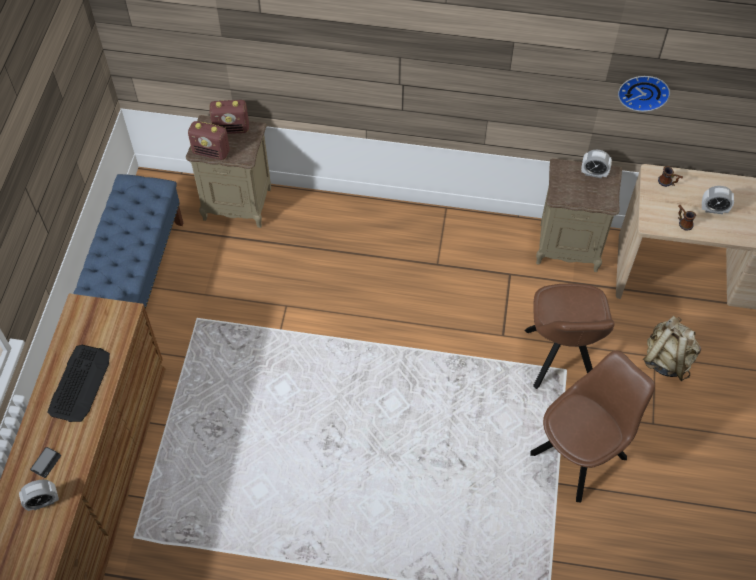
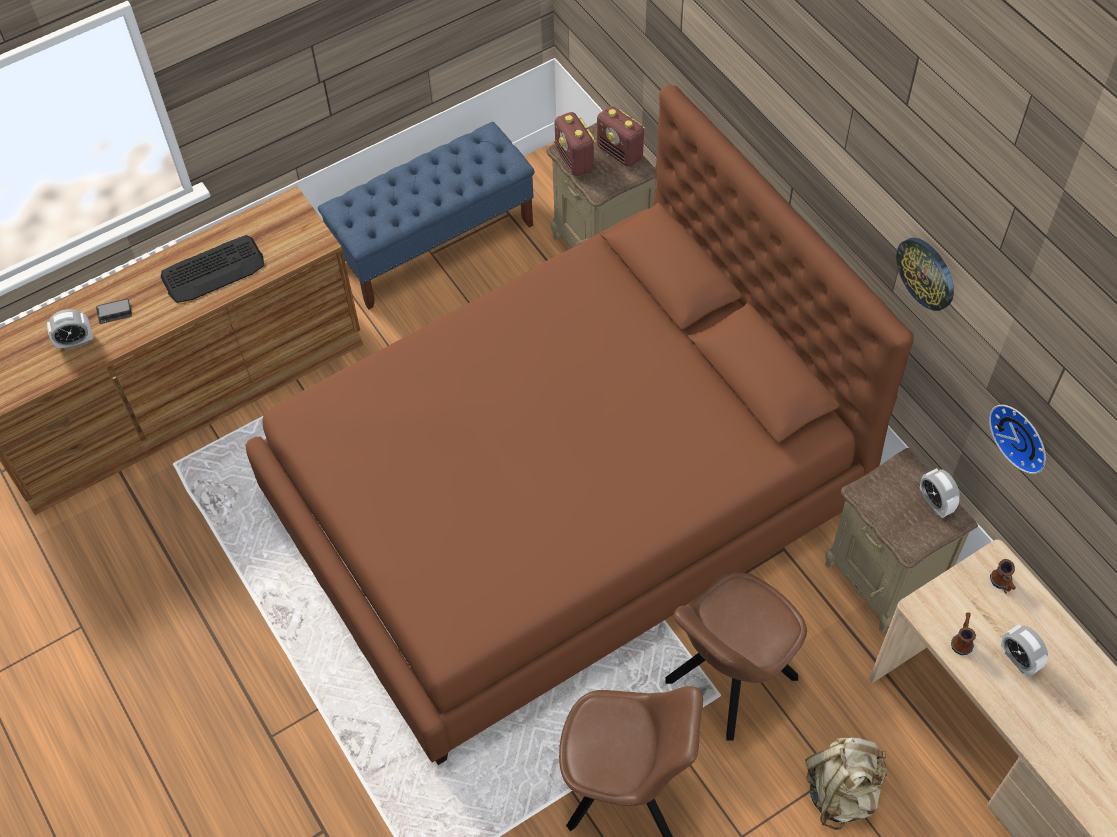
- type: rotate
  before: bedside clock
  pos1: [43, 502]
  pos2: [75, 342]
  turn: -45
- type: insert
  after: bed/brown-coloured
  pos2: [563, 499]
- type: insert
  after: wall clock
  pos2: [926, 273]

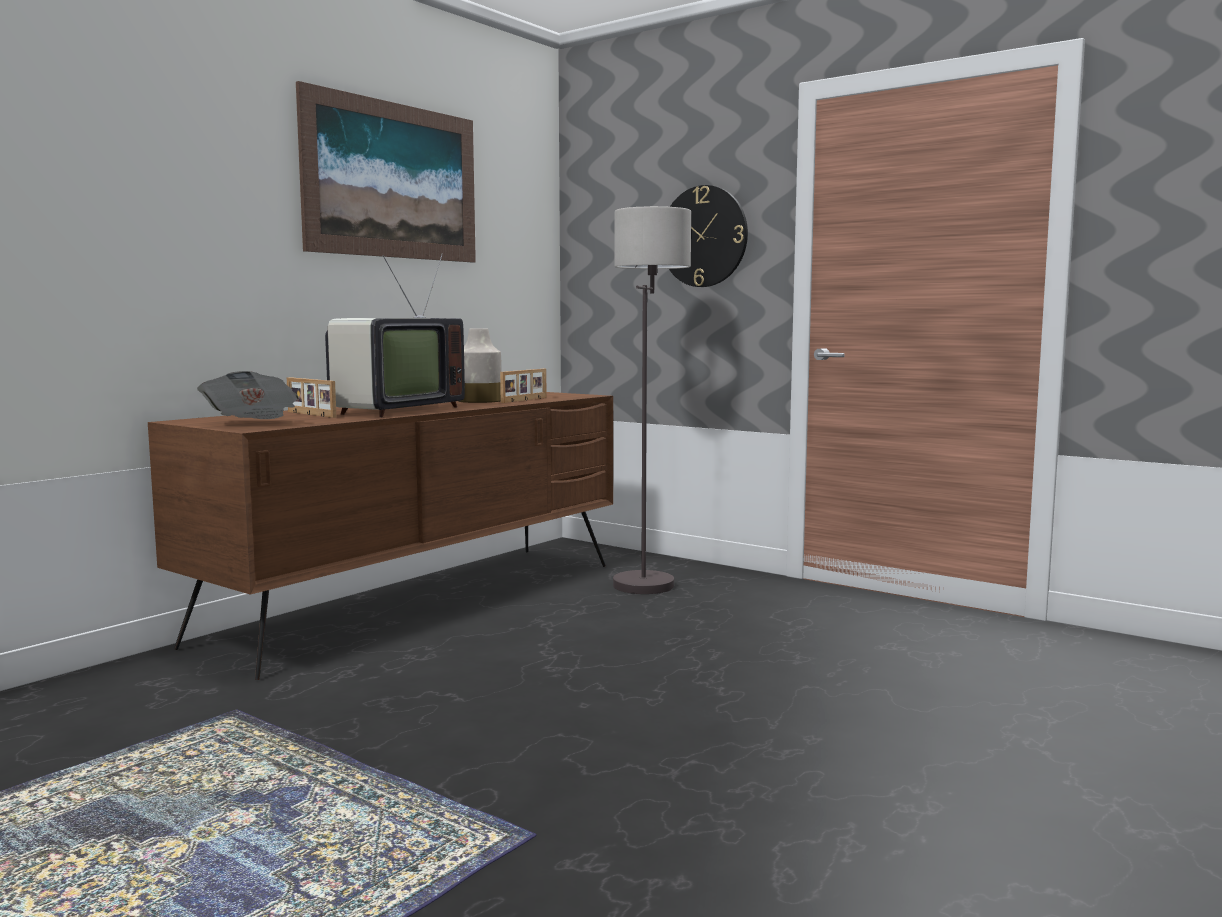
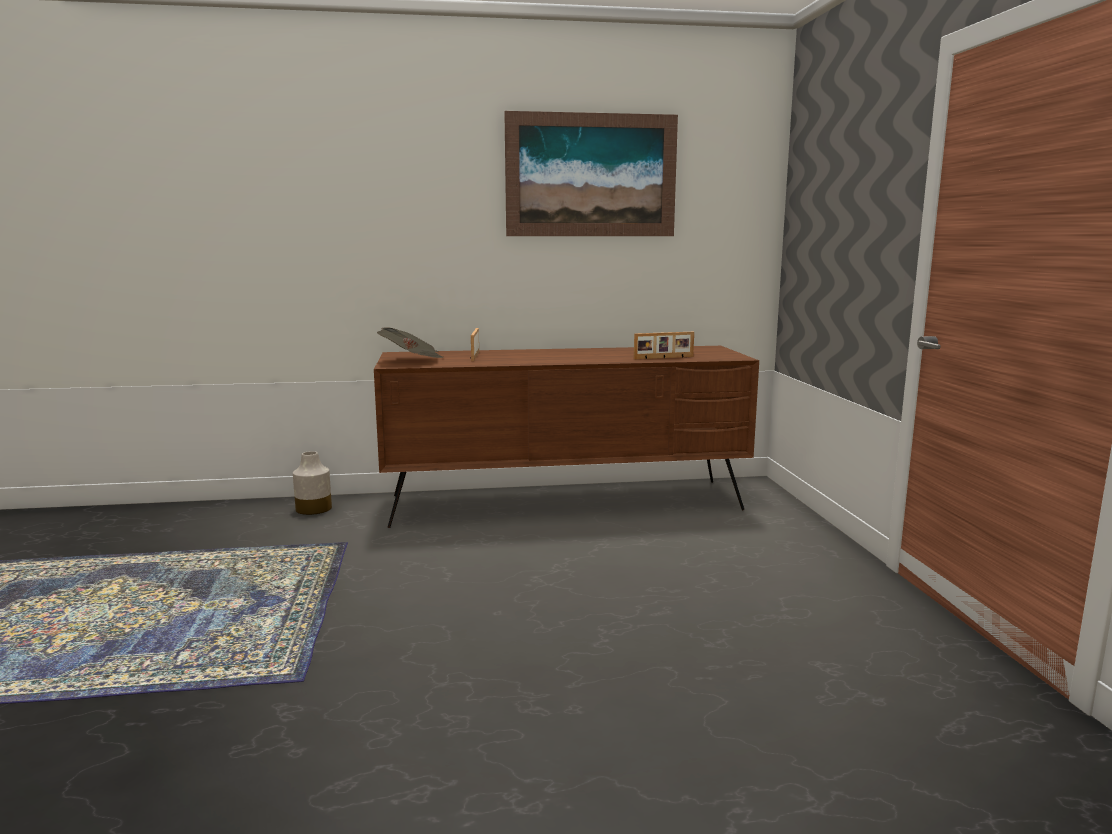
- type: move
  before: decorative vase/beige
  pos1: [480, 401]
  pos2: [313, 508]
- type: delete
  before: TV set
  pos1: [394, 410]
- type: delete
  before: floor lamp/greyish
  pos1: [648, 581]
- type: delete
  before: wall clock
  pos1: [704, 236]

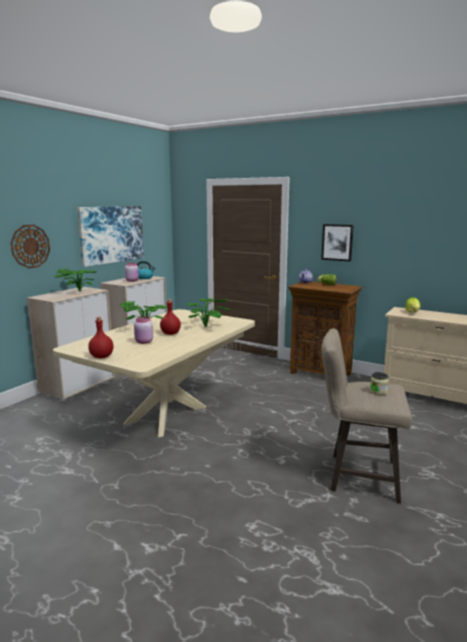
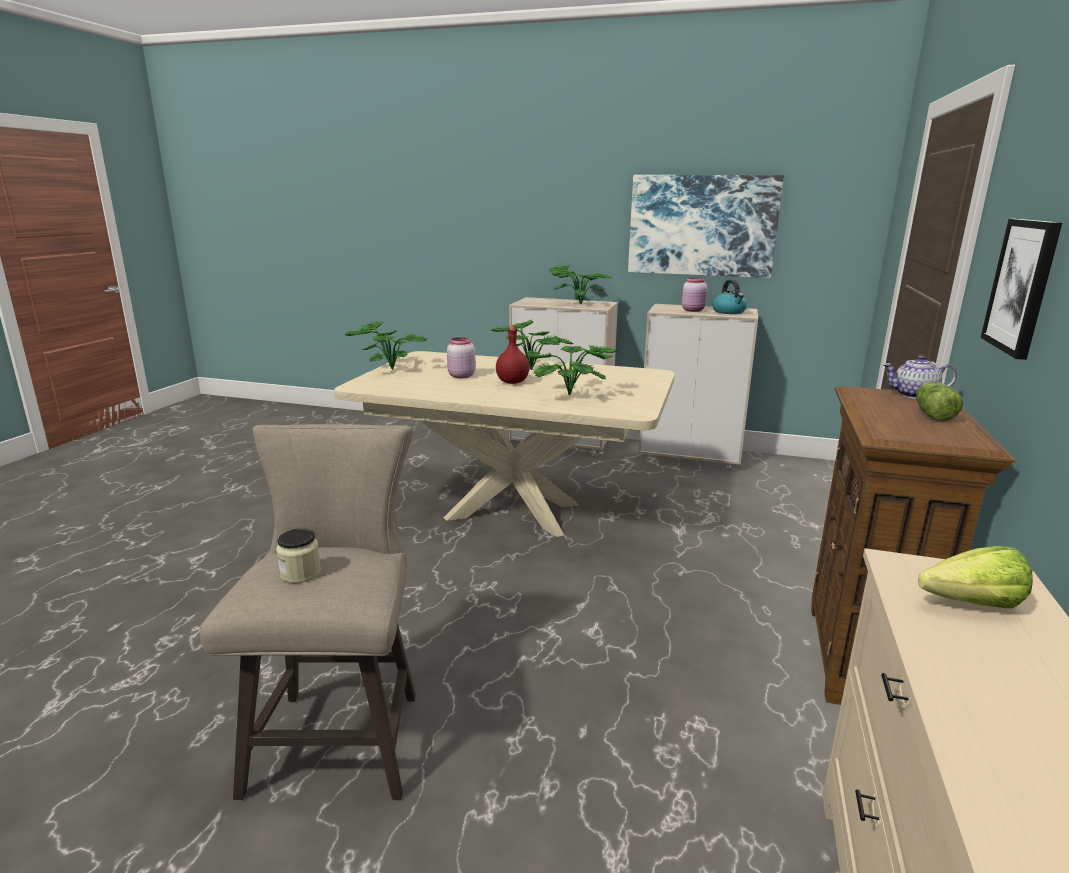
- type: replace
  before: drink bottle/red-coloured
  after: houseplant
  pos1: [101, 357]
  pos2: [390, 369]
- type: delete
  before: wall clock
  pos1: [30, 246]

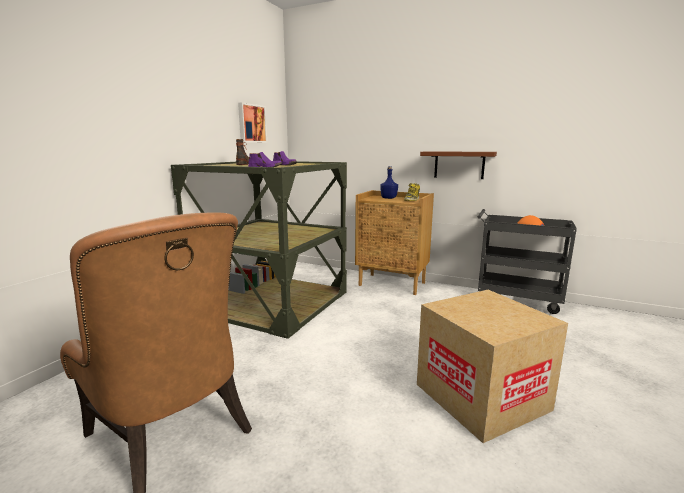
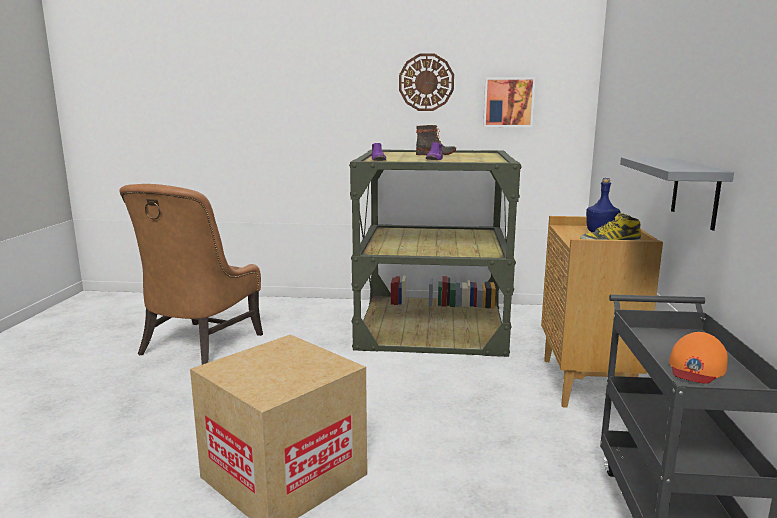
- type: insert
  after: wall clock
  pos2: [426, 82]
- type: recolor
  before: wall shelf/brown-coloured
  after: wall shelf/greyish
  pos1: [459, 165]
  pos2: [695, 192]

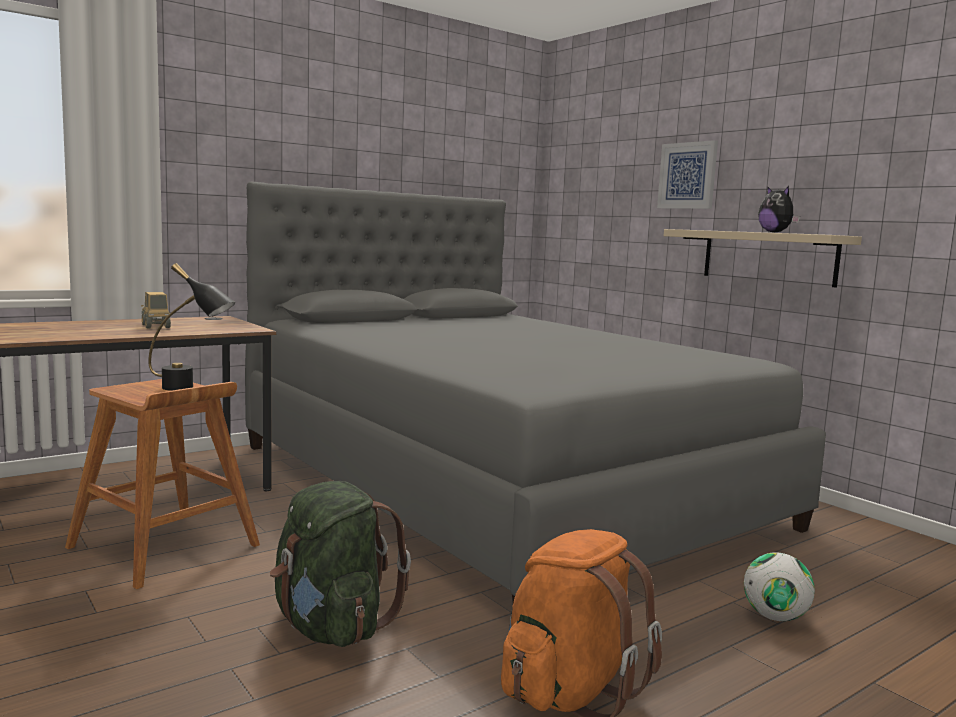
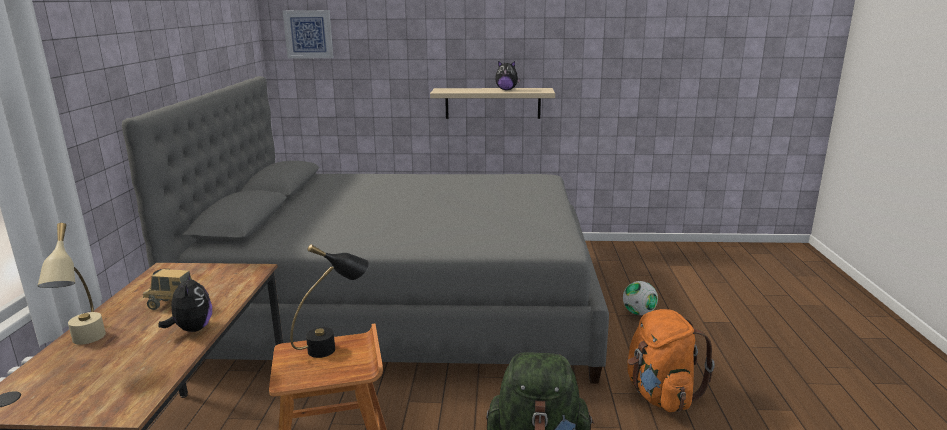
- type: insert
  after: lamp for a table/beige
  pos2: [85, 344]
- type: insert
  after: plush toy
  pos2: [192, 329]
- type: move
  before: wall picture
  pos1: [687, 175]
  pos2: [308, 34]

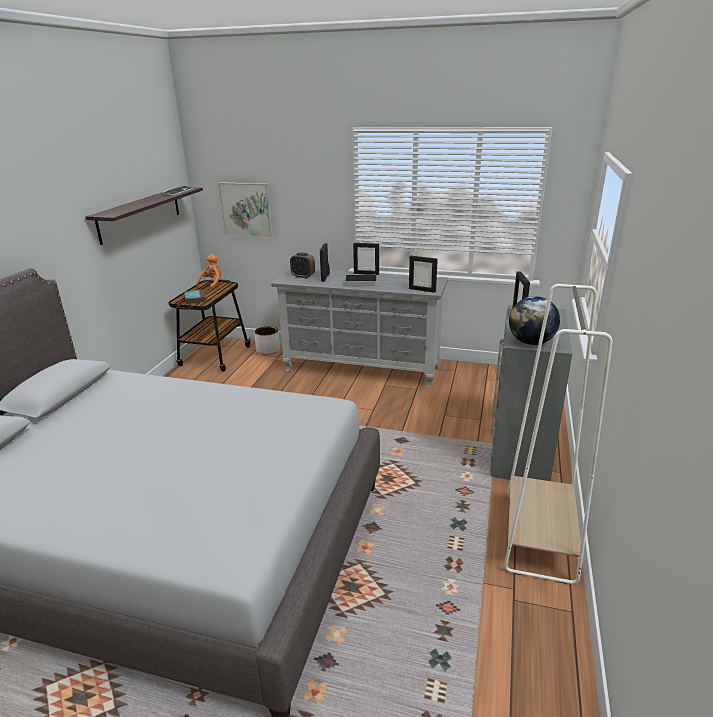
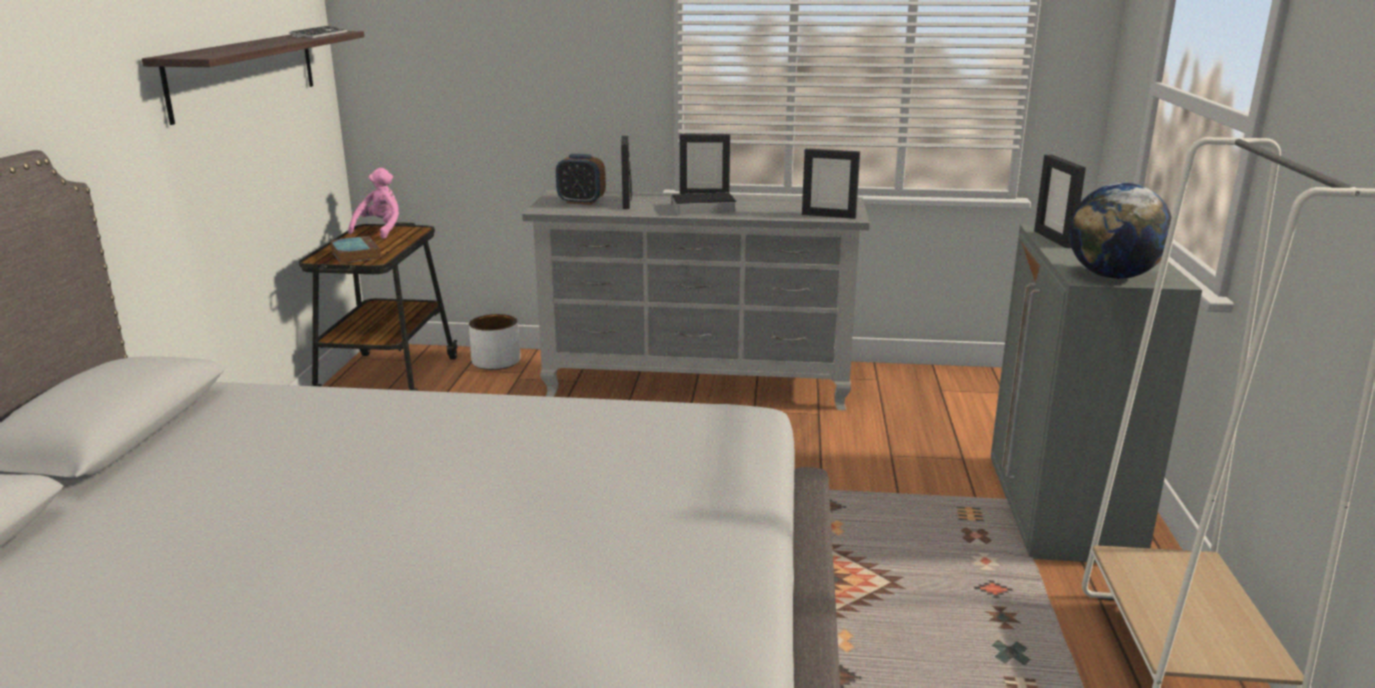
- type: recolor
  before: plush toy/orange
  after: plush toy/pink
  pos1: [212, 284]
  pos2: [380, 230]
- type: delete
  before: wall picture
  pos1: [246, 210]

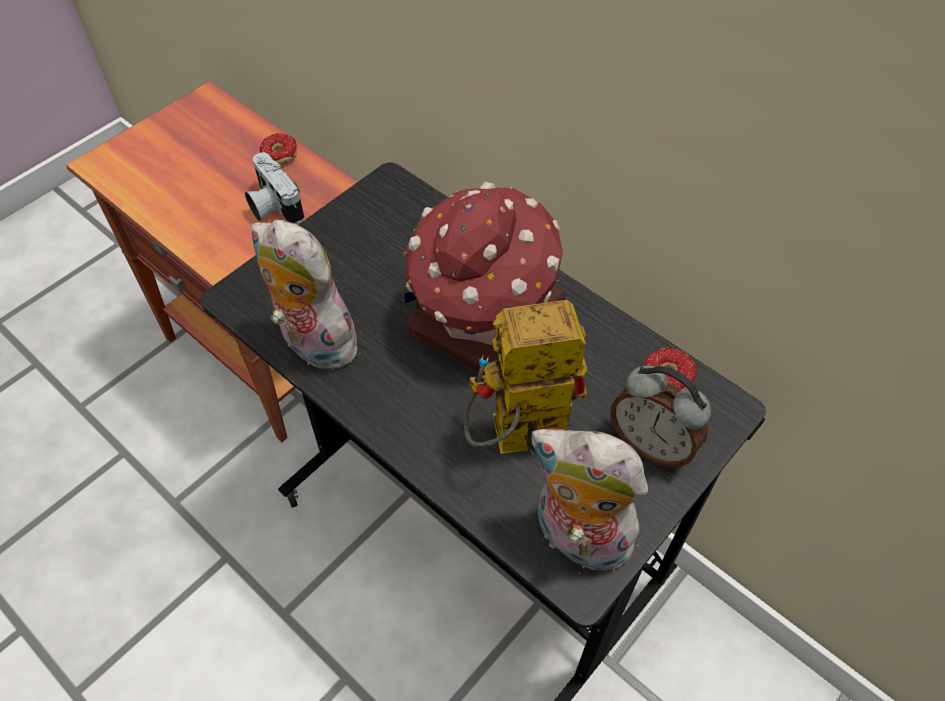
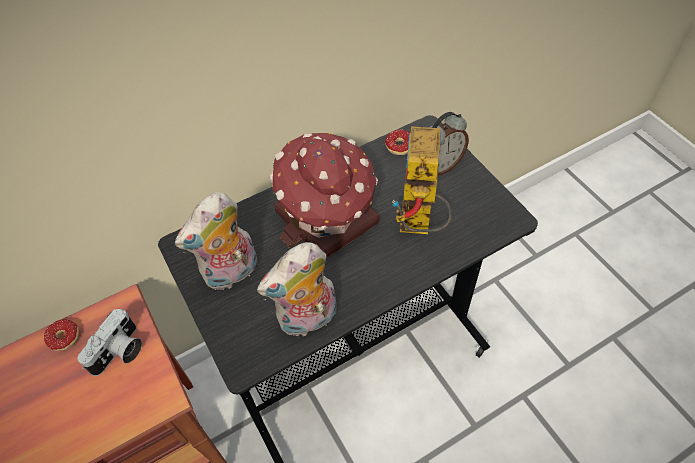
- type: rotate
  before: photo camera
  pos1: [272, 206]
  pos2: [120, 352]
  turn: -45
- type: move
  before: plush toy
  pos1: [577, 538]
  pos2: [232, 273]

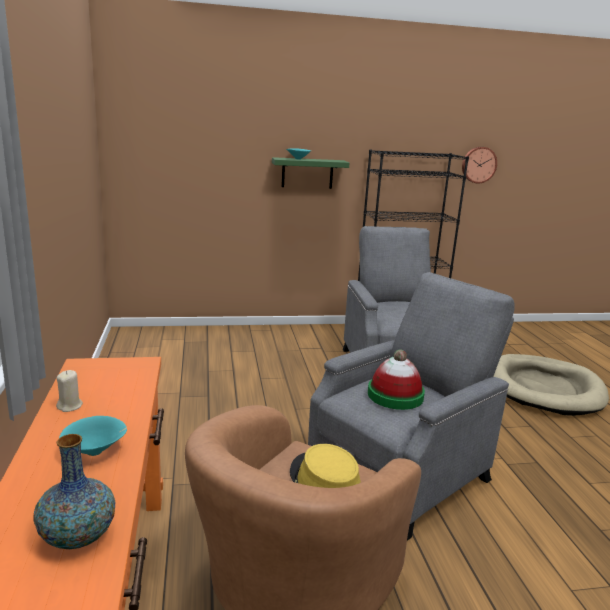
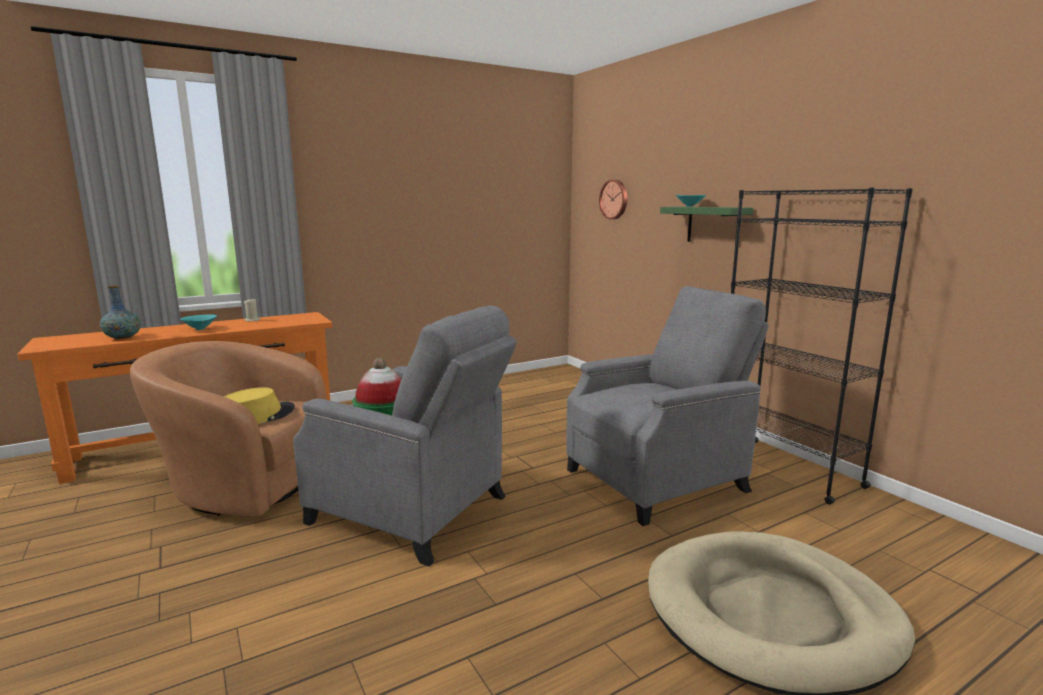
- type: move
  before: wall clock
  pos1: [478, 164]
  pos2: [614, 199]

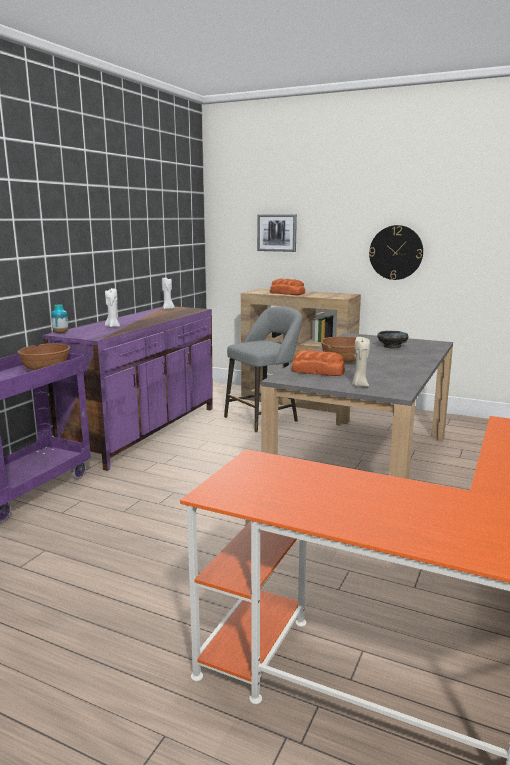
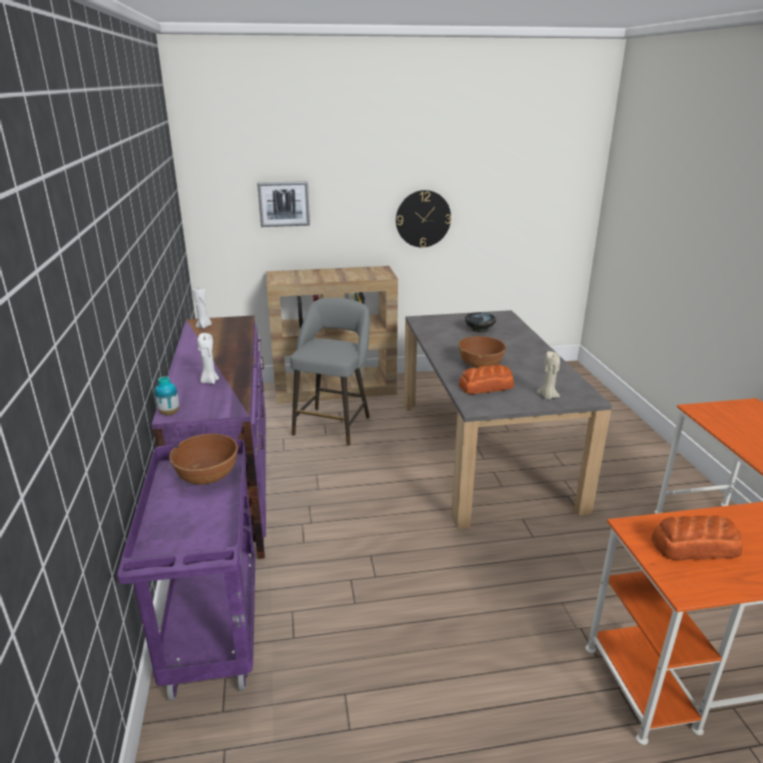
- type: move
  before: bread
  pos1: [287, 293]
  pos2: [693, 546]

